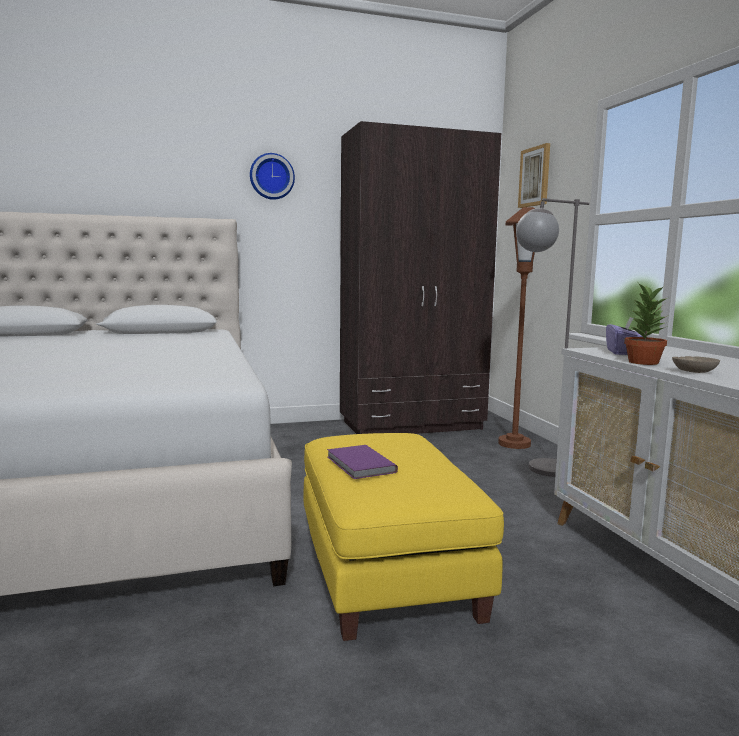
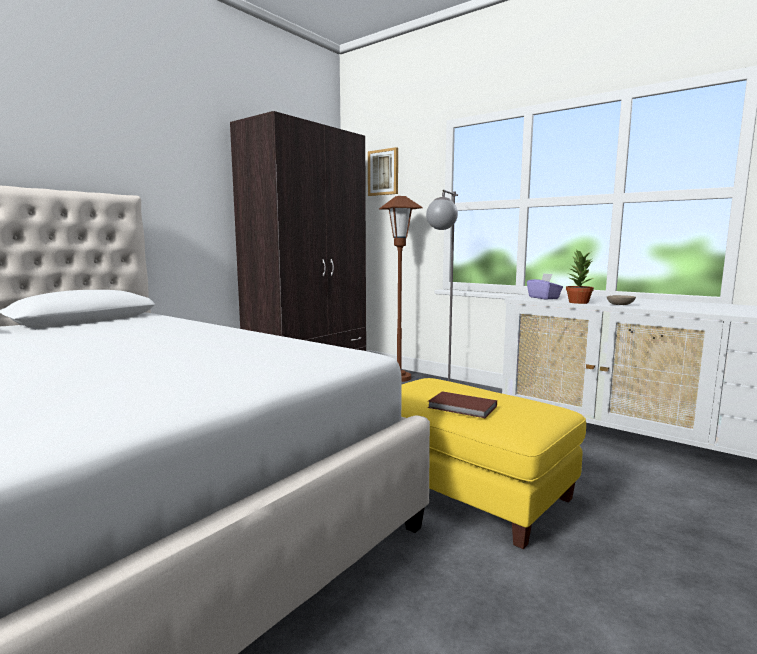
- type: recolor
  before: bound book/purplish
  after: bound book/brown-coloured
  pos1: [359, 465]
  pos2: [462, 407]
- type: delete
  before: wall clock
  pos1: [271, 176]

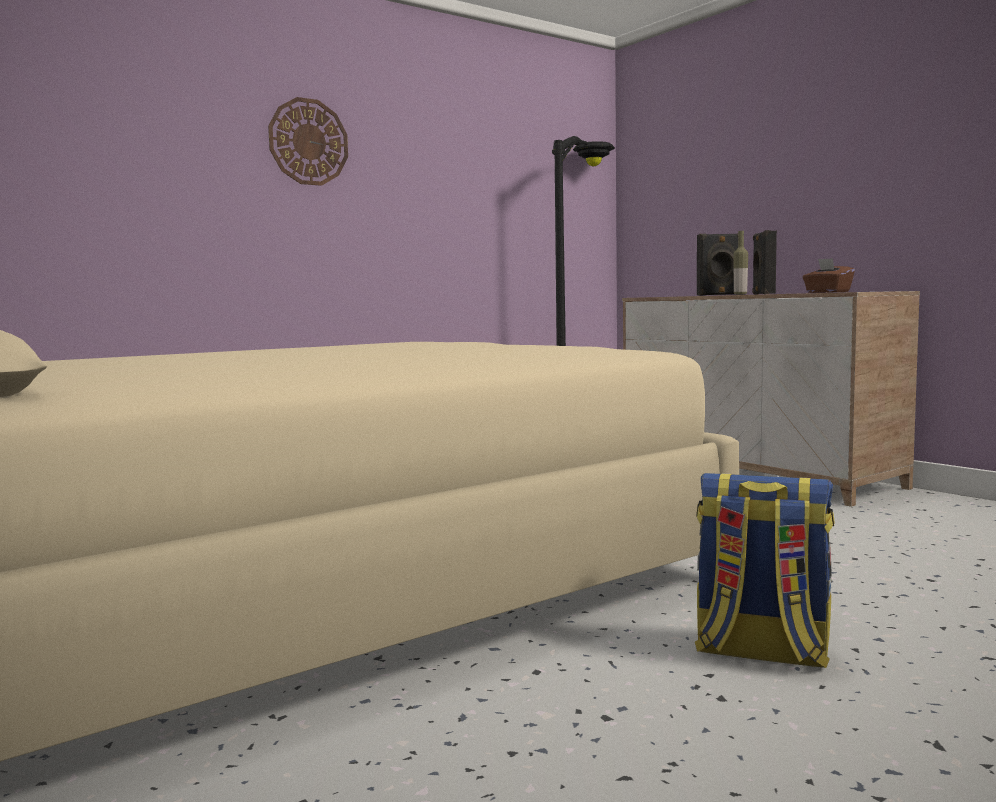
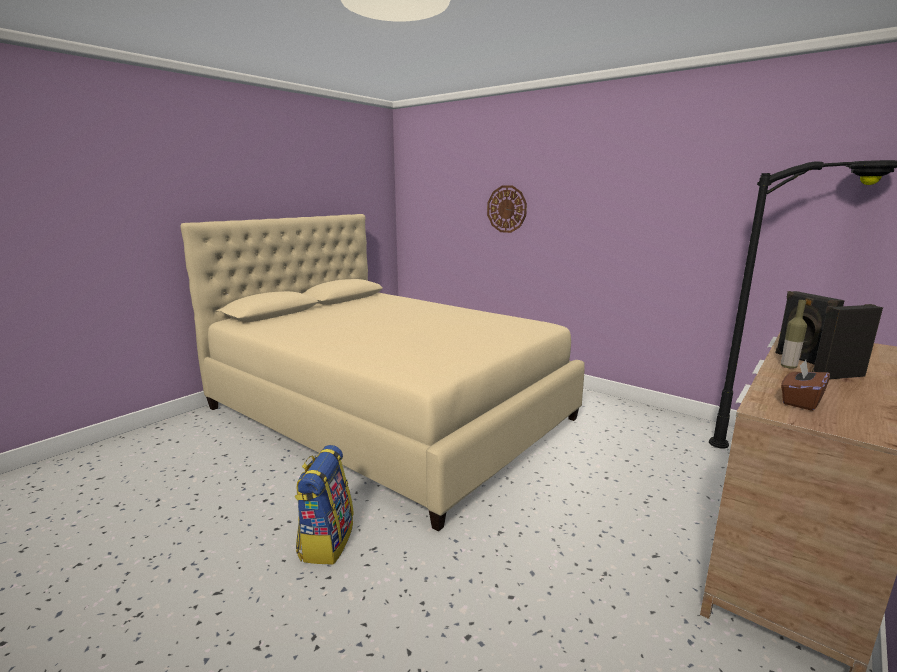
- type: move
  before: wall clock
  pos1: [308, 142]
  pos2: [506, 209]

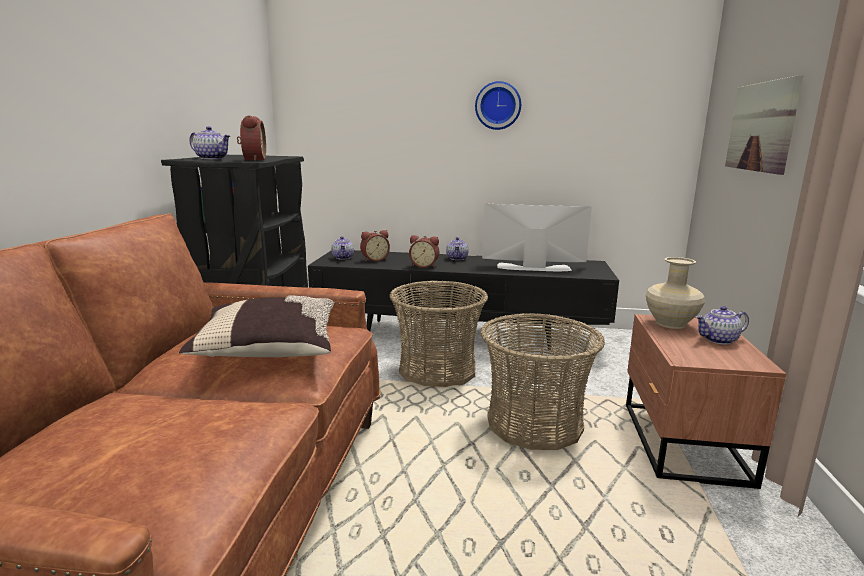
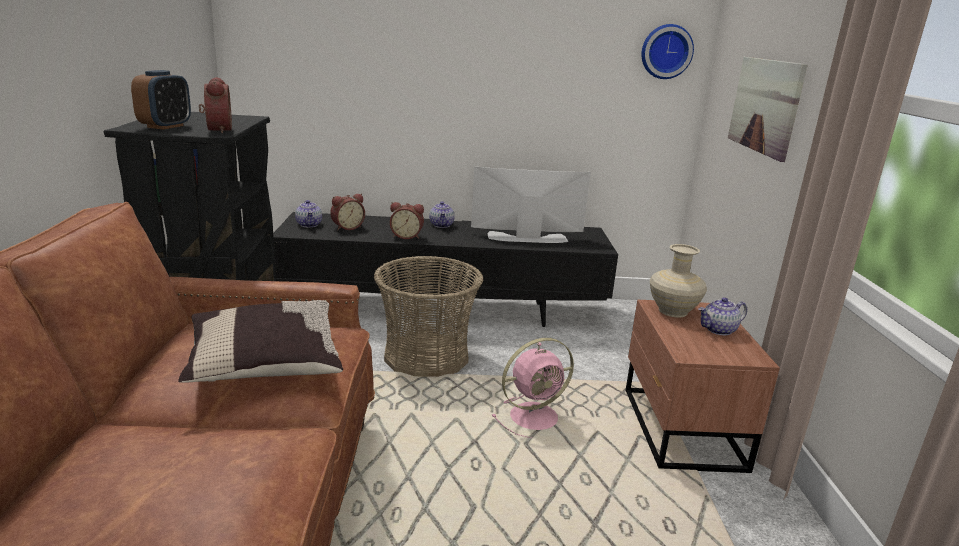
- type: replace
  before: teapot
  after: bedside clock
  pos1: [212, 158]
  pos2: [165, 126]
- type: replace
  before: basket
  after: fan/pink
  pos1: [534, 424]
  pos2: [536, 416]
- type: move
  before: wall clock
  pos1: [498, 106]
  pos2: [666, 51]

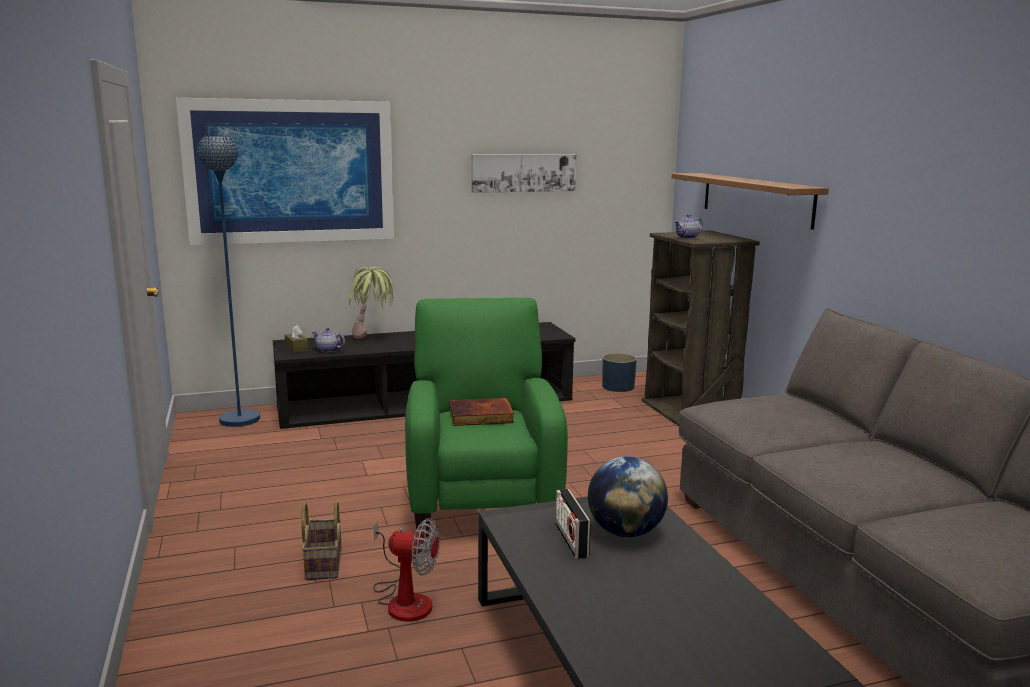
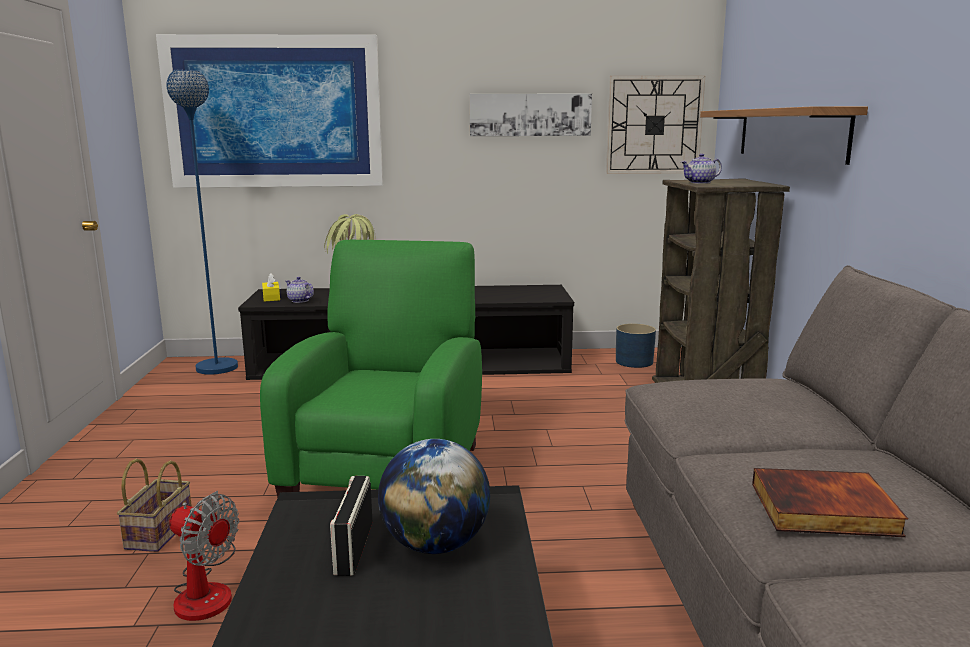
- type: recolor
  before: box of tissues/brown-coloured
  after: box of tissues/yellow
  pos1: [296, 348]
  pos2: [271, 297]
- type: insert
  after: wall clock
  pos2: [654, 125]
- type: move
  before: bound book
  pos1: [480, 416]
  pos2: [823, 510]

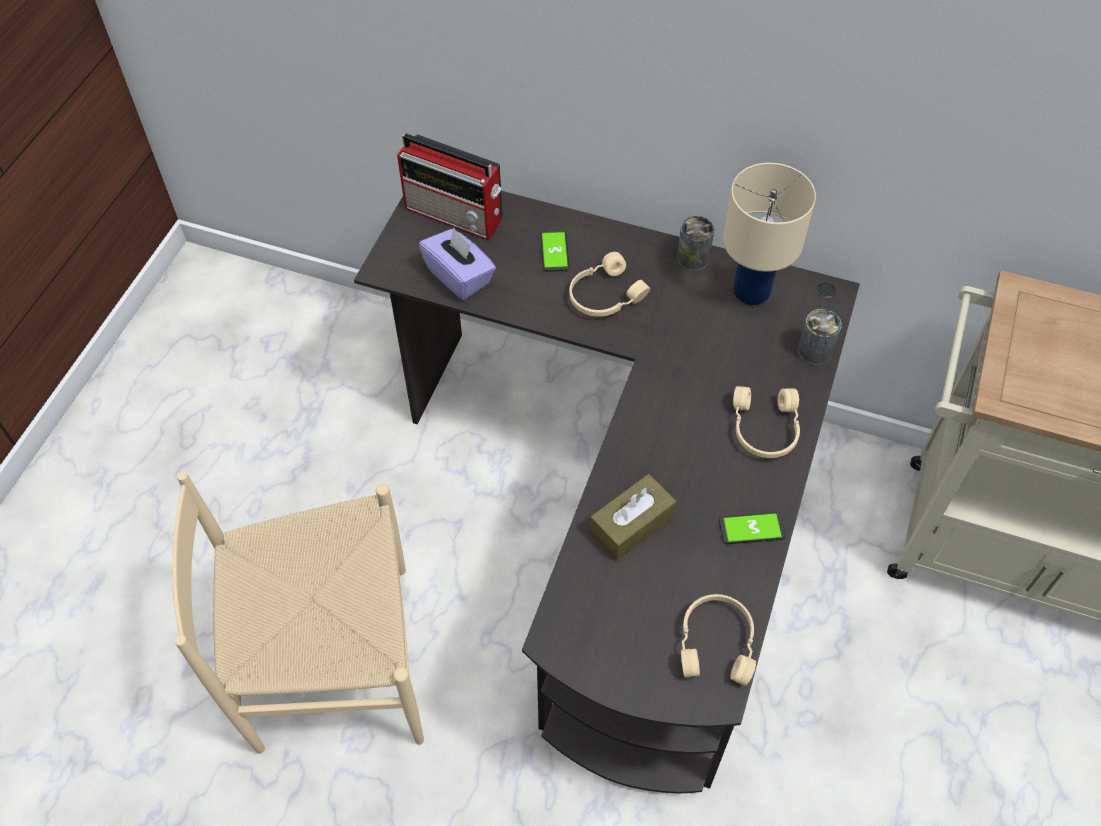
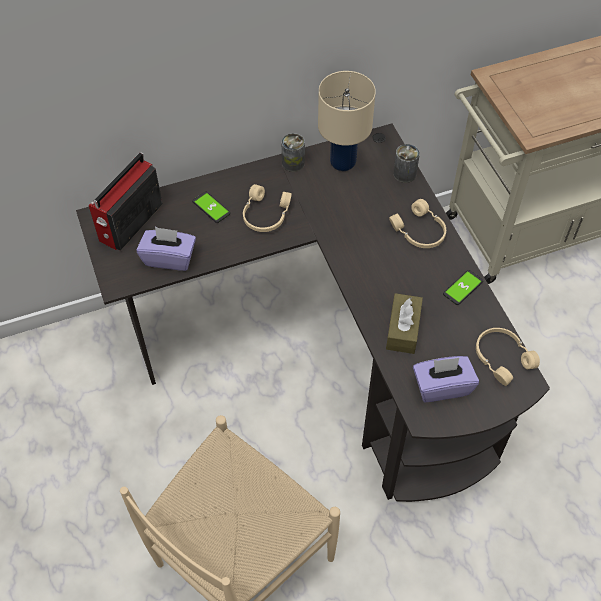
- type: rotate
  before: radio set
  pos1: [456, 215]
  pos2: [129, 223]
  turn: 135
- type: insert
  after: box of tissues/purplish
  pos2: [441, 386]

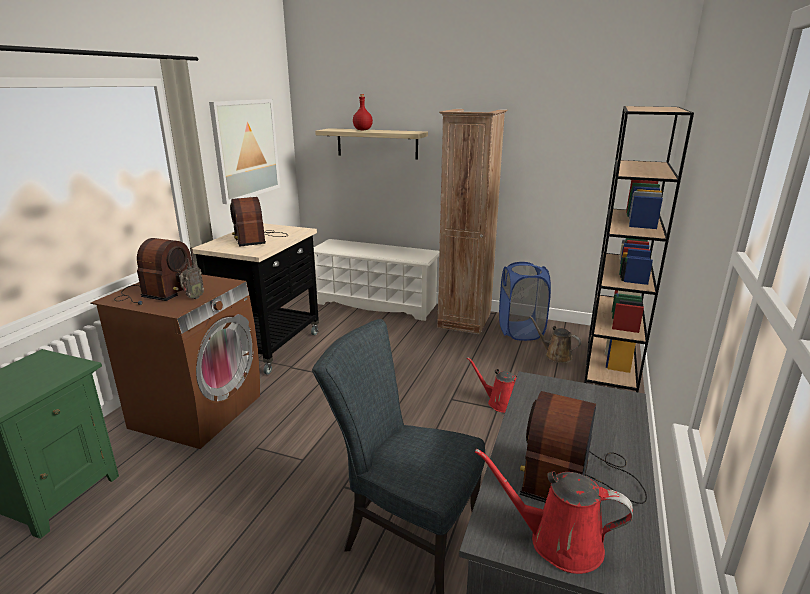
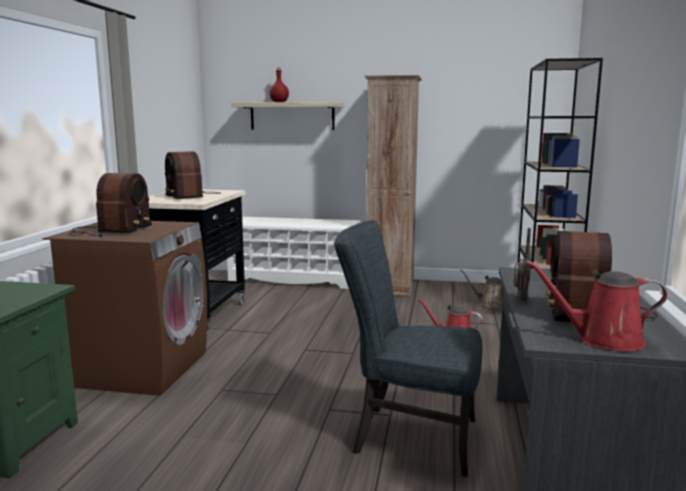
- type: move
  before: radio set
  pos1: [193, 298]
  pos2: [520, 299]
- type: delete
  before: wall picture
  pos1: [246, 149]
- type: delete
  before: washing basket/blue
  pos1: [521, 331]

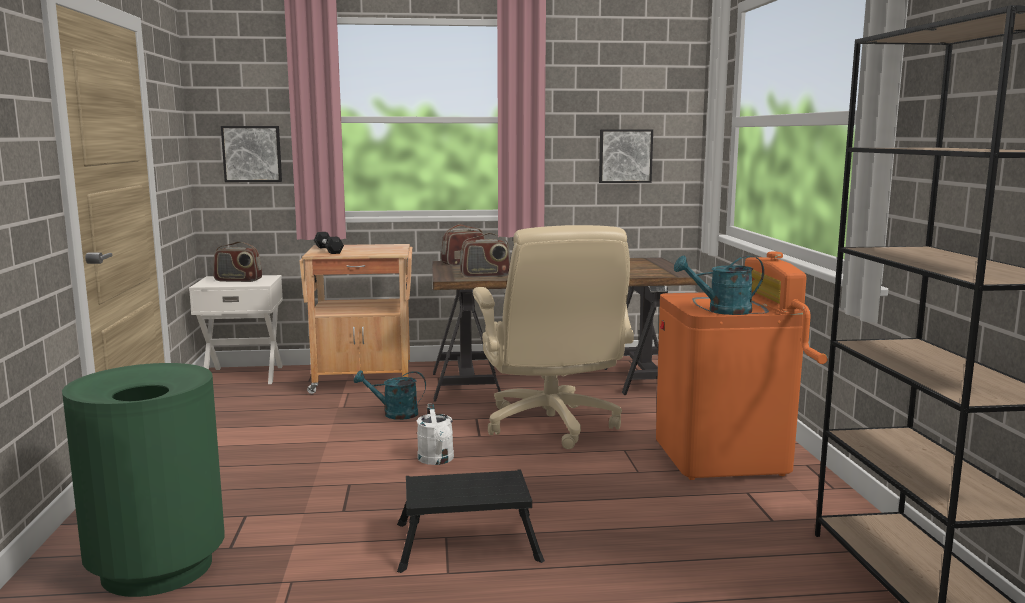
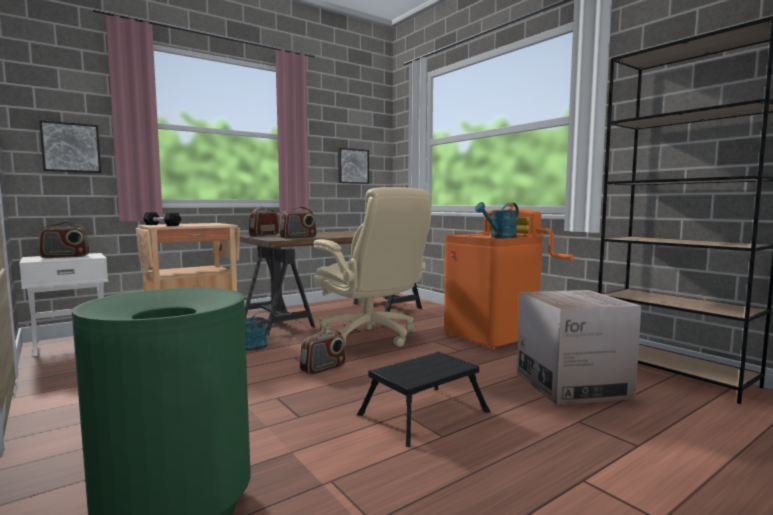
- type: replace
  before: watering can/white-coloured
  after: radio set
  pos1: [437, 460]
  pos2: [323, 369]
- type: insert
  after: carton
  pos2: [572, 385]

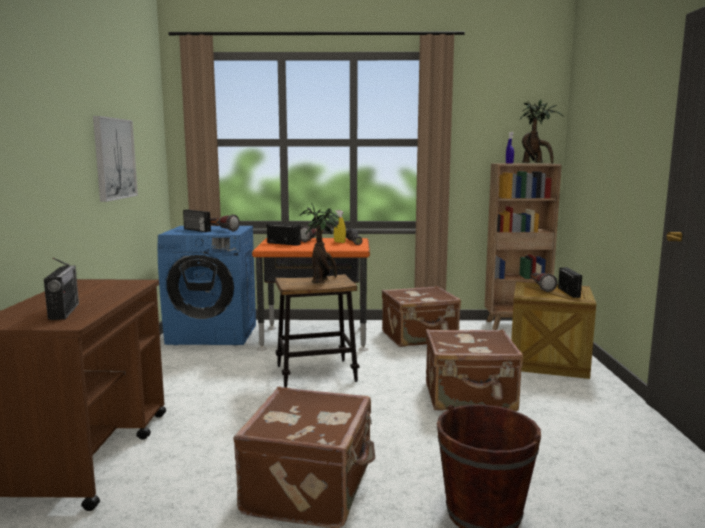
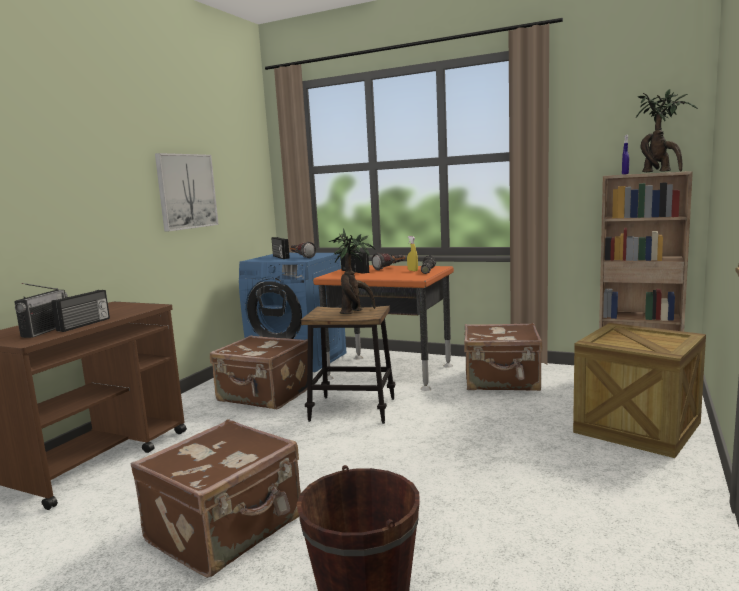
- type: move
  before: radio set
  pos1: [569, 292]
  pos2: [84, 324]
- type: move
  before: travel case/brown-coloured
  pos1: [470, 397]
  pos2: [264, 396]
- type: delete
  before: torch
  pos1: [540, 288]

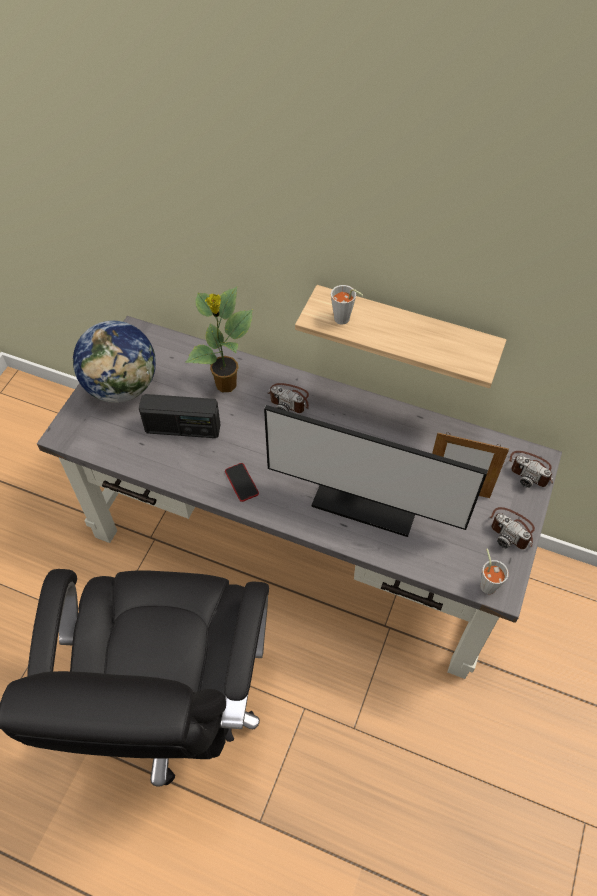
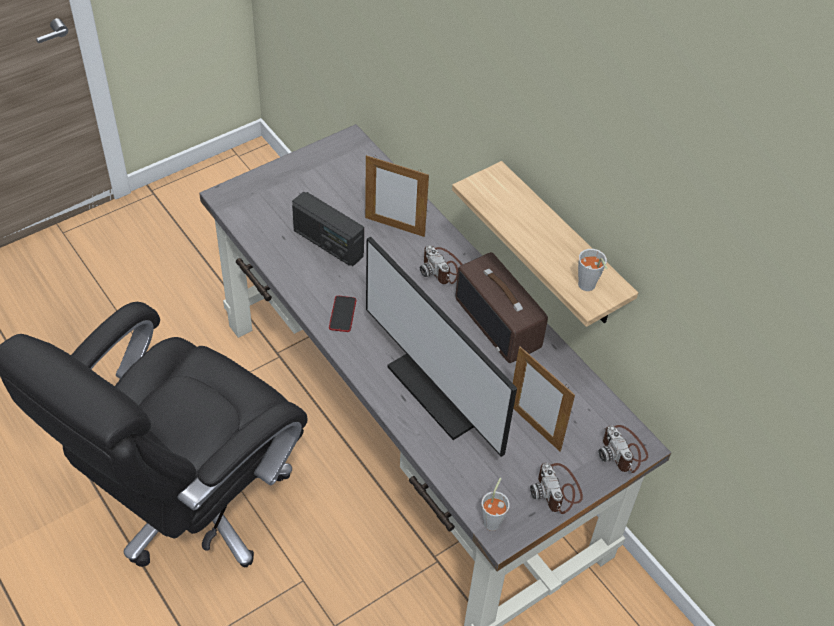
- type: replace
  before: houseplant
  after: standing frame
  pos1: [226, 385]
  pos2: [395, 227]
- type: insert
  after: radio set
  pos2: [499, 323]
- type: move
  before: cup/greyish
  pos1: [344, 320]
  pos2: [588, 287]
- type: delete
  before: globe
  pos1: [122, 386]

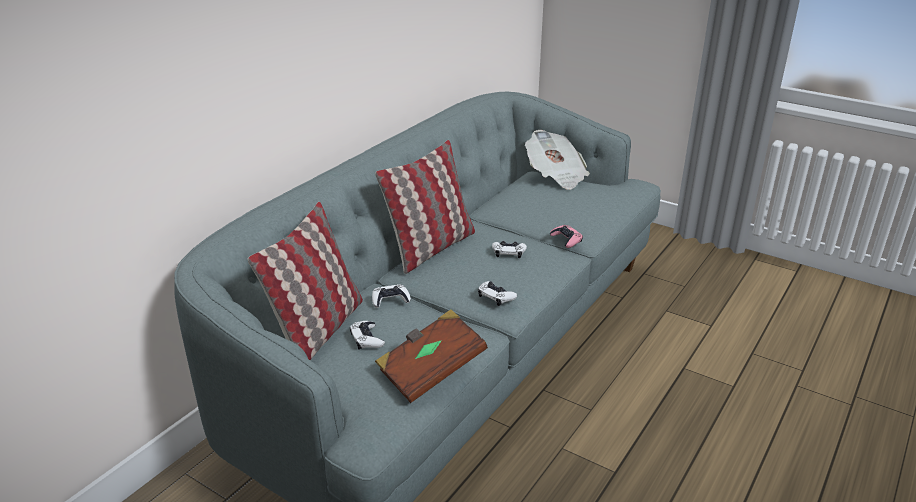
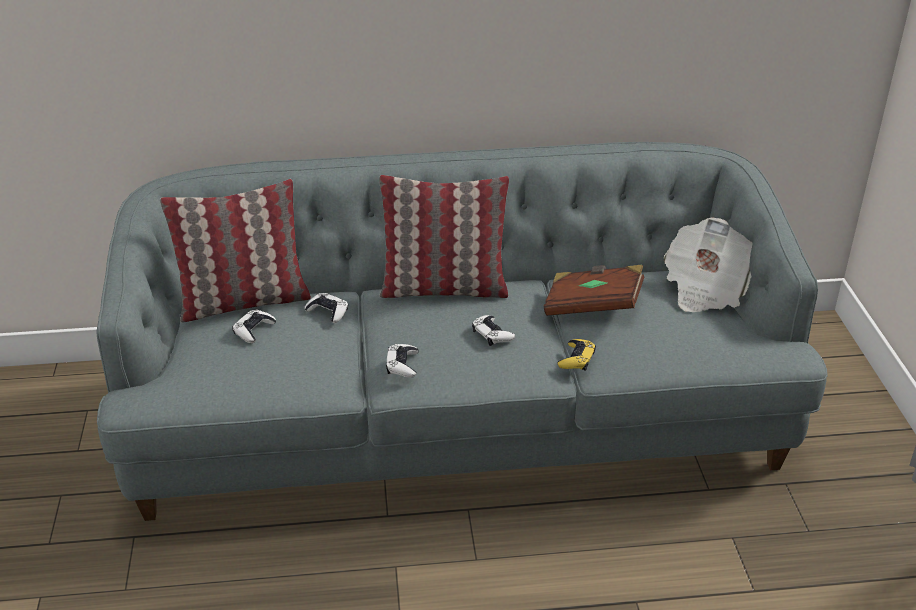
- type: move
  before: bound book/brown-coloured
  pos1: [430, 370]
  pos2: [592, 306]
- type: recolor
  before: joypad/pink
  after: joypad/yellow
  pos1: [566, 239]
  pos2: [577, 359]

